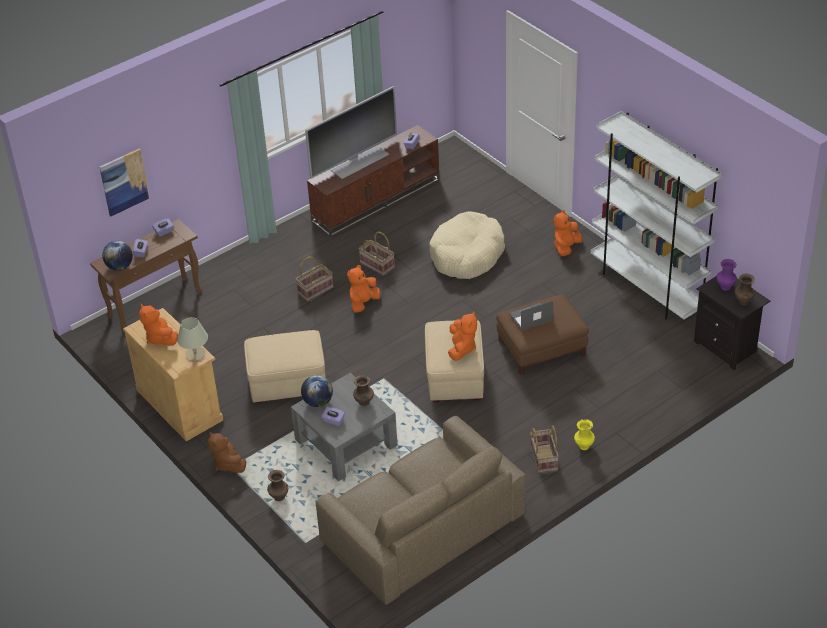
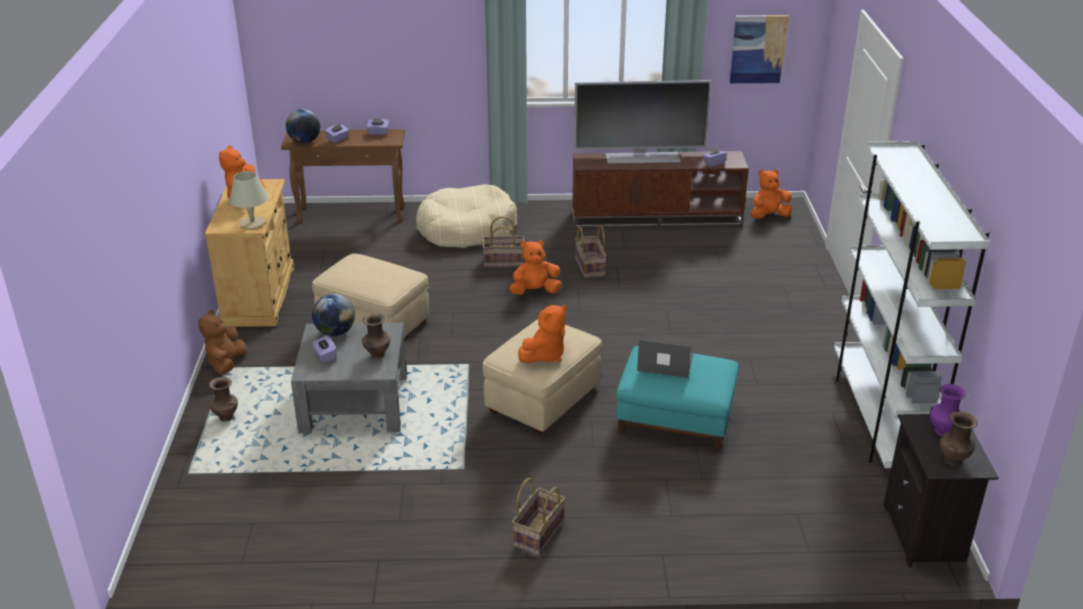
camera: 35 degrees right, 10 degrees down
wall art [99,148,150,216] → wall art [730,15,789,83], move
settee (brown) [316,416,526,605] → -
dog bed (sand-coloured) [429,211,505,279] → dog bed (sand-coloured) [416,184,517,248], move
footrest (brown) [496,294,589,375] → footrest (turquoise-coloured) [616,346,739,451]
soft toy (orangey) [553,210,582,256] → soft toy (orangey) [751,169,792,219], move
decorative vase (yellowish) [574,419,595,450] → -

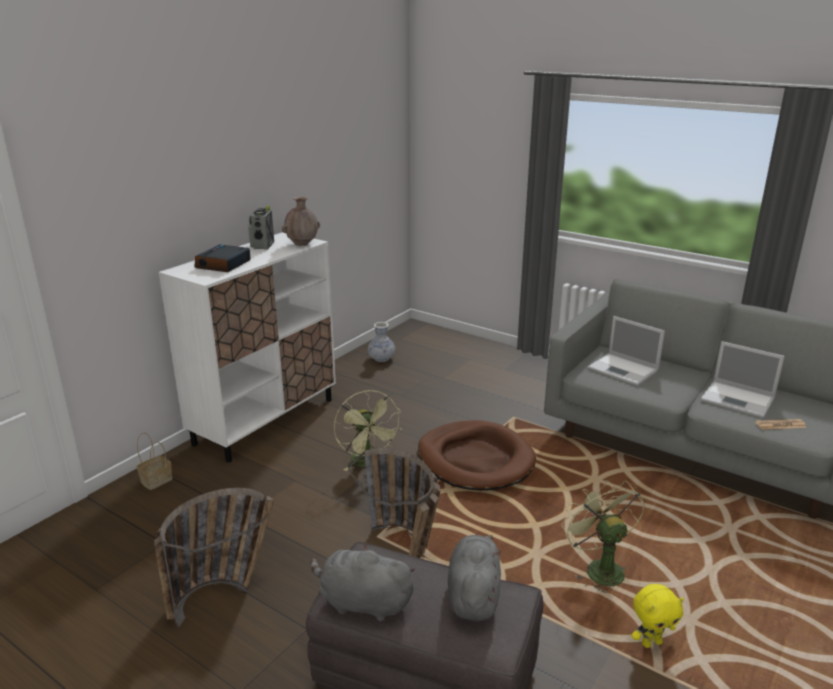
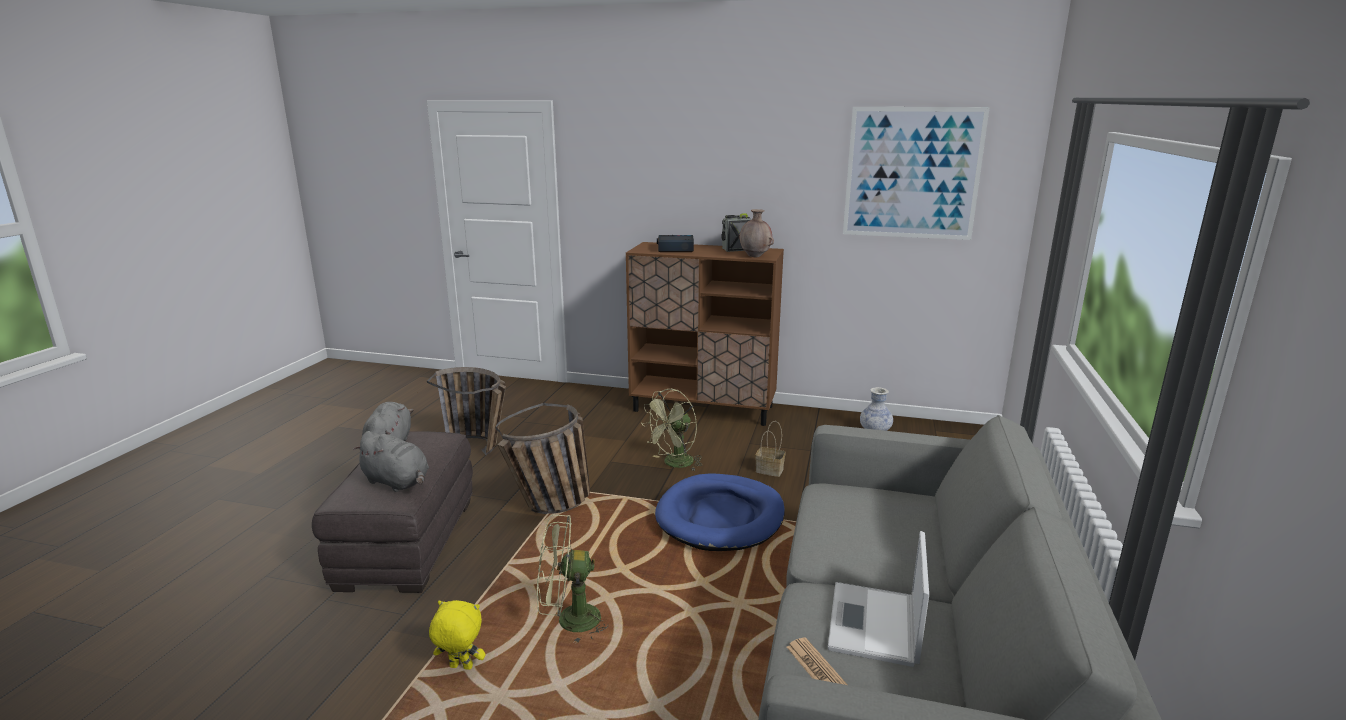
camera: 70 degrees right, 5 degrees down
basket [136,433,173,490] → basket [755,421,786,477], move
cupboard (white-coloured) [158,232,336,463] → cupboard (brown) [626,242,784,426]
dog bed (brown) [418,420,536,491] → dog bed (bluish) [655,473,785,551]
soft toy (gray) [448,535,501,621] → soft toy (gray) [353,431,429,492], 45 degrees clockwise
electric fan (green) [561,480,645,593] → electric fan (green) [537,515,608,644], 150 degrees counterclockwise
laptop [588,316,665,386] → -
soft toy (yellowish) [631,584,684,648] → soft toy (yellowish) [429,600,485,670], 135 degrees clockwise
- → wall art [843,107,990,240]

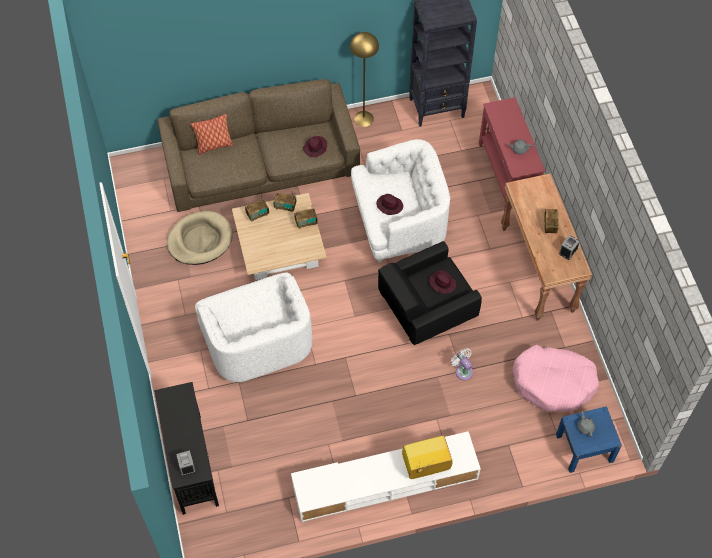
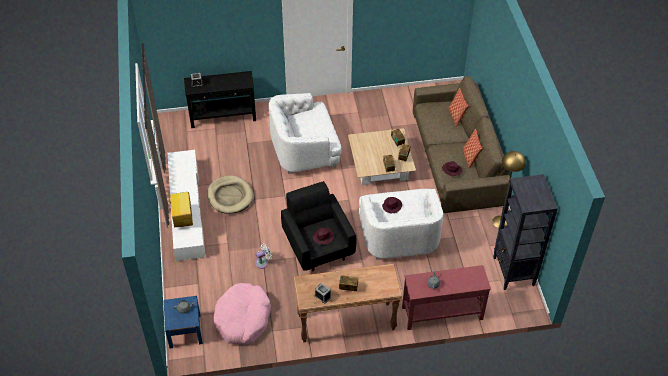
camera: 95 degrees right, 10 degrees down
dog bed (sand-coloured) [167,211,233,265] → dog bed (sand-coloured) [207,176,253,214], move
- → cushion [463,128,483,168]

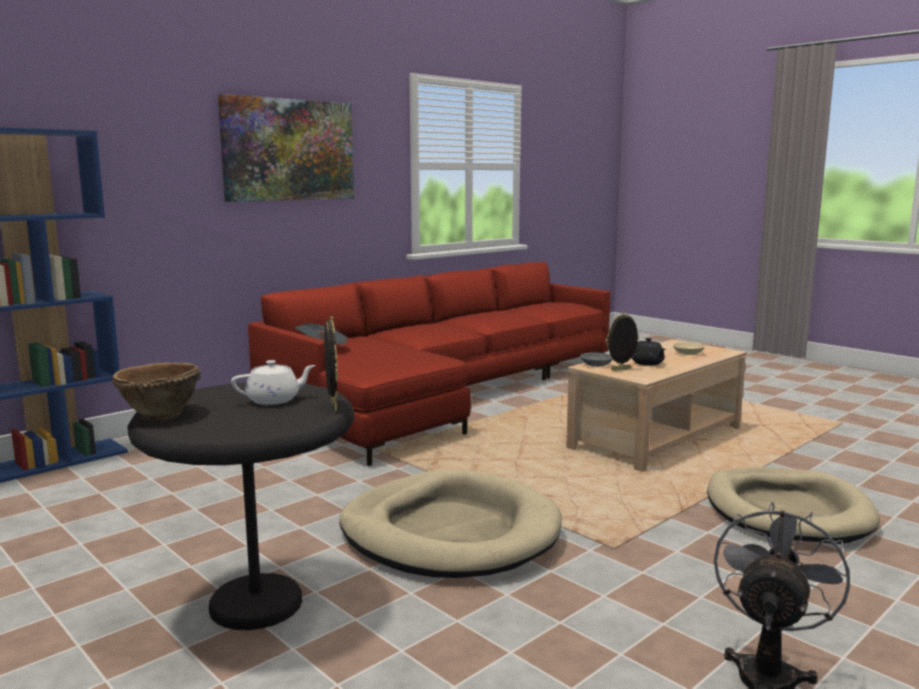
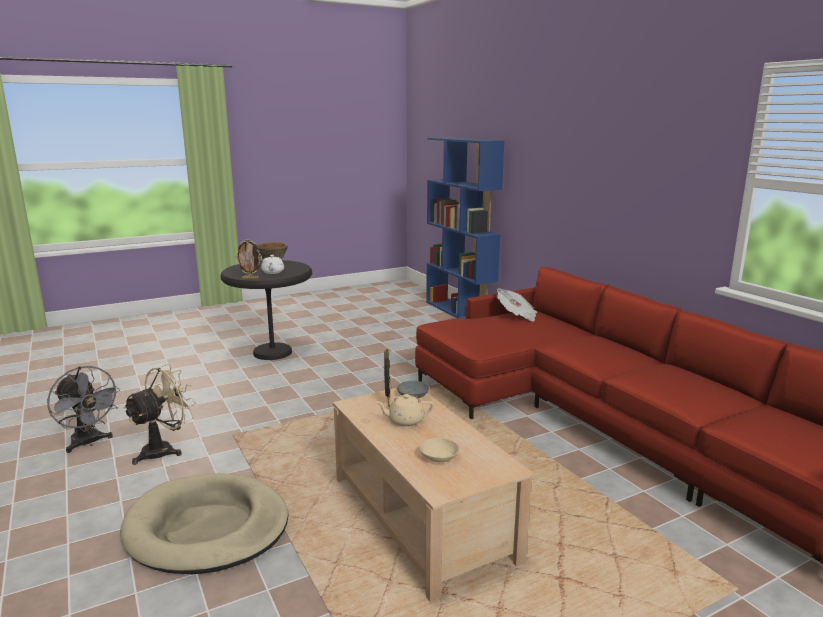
camera: 105 degrees right, 5 degrees up
wall art [218,94,354,202] → -
dog bed (sand-coloured) [339,469,562,578] → -
pot for tea (black) [631,338,666,366] → pot for tea (sand-coloured) [375,394,434,427]
- → electric fan (sand-coloured) [123,364,196,465]

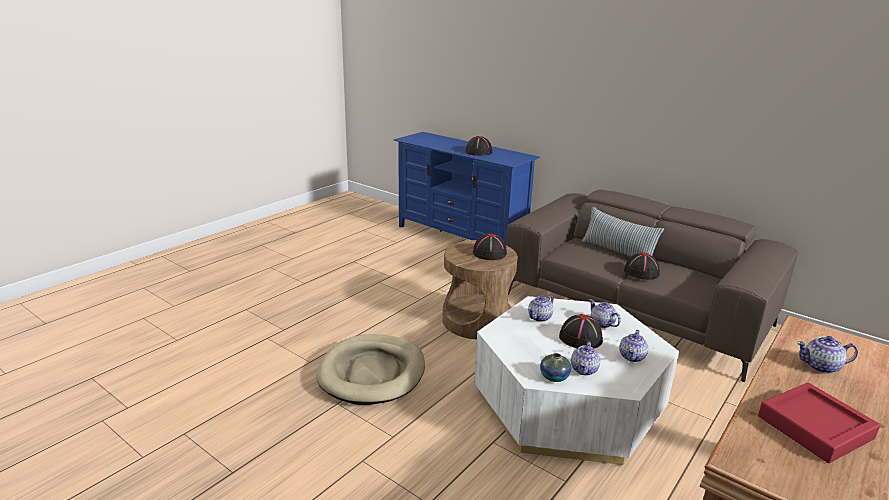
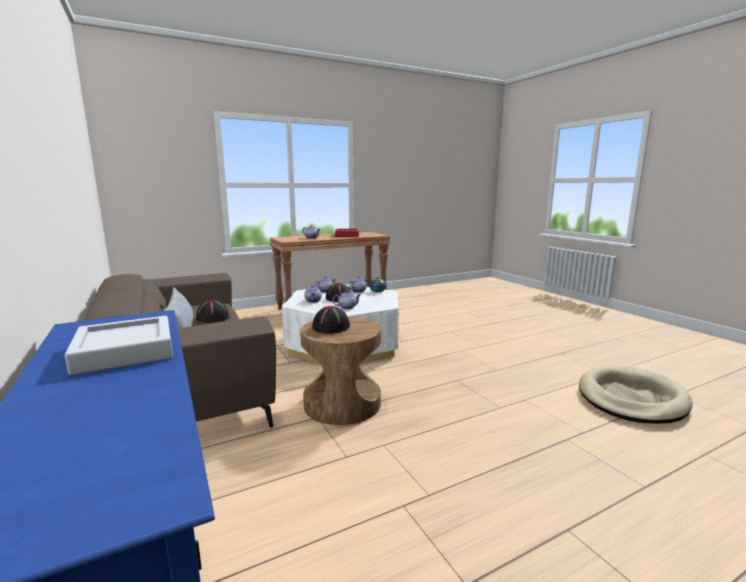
camera: 155 degrees left, 10 degrees down
dog bed (sand-coloured) [316,334,425,405] → dog bed (sand-coloured) [579,365,693,424], move
clothing hat (black) [465,136,493,156] → carrying tray (gray) [65,316,173,375]

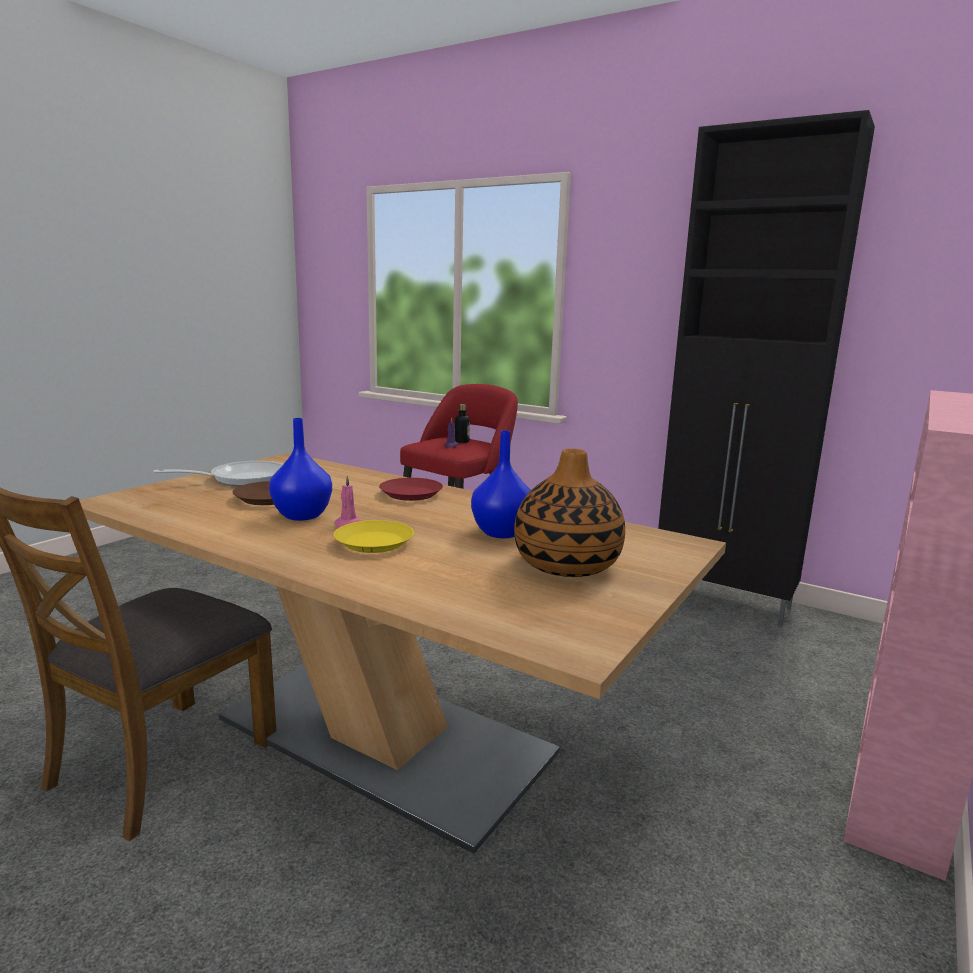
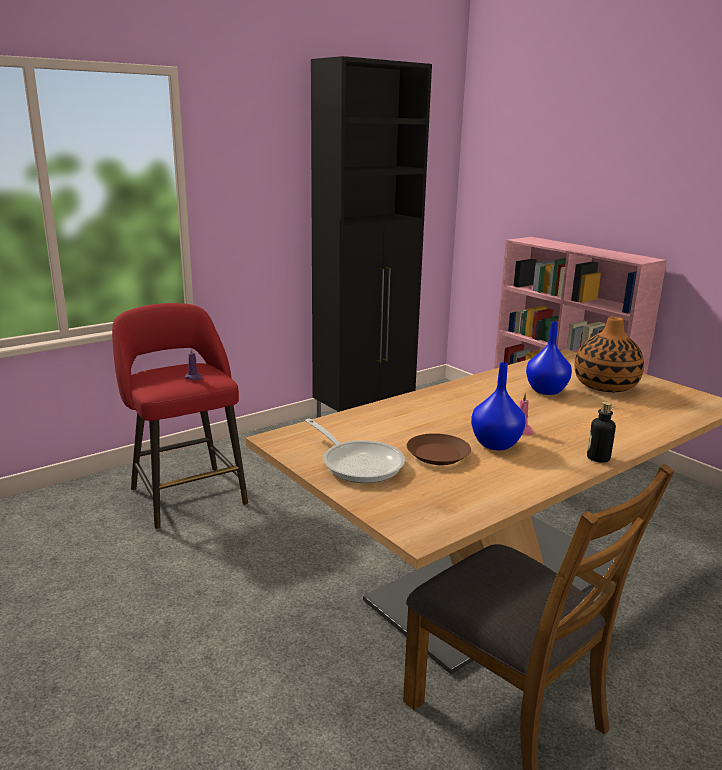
camera: 70 degrees left, 5 degrees up
pan [153,461,283,486] → pan [305,419,405,483], 150 degrees clockwise
plate (yellowish) [334,520,414,553] → -
plate (reddish) [379,478,443,501] → -
bottle [455,404,470,443] → bottle [587,402,616,463], move

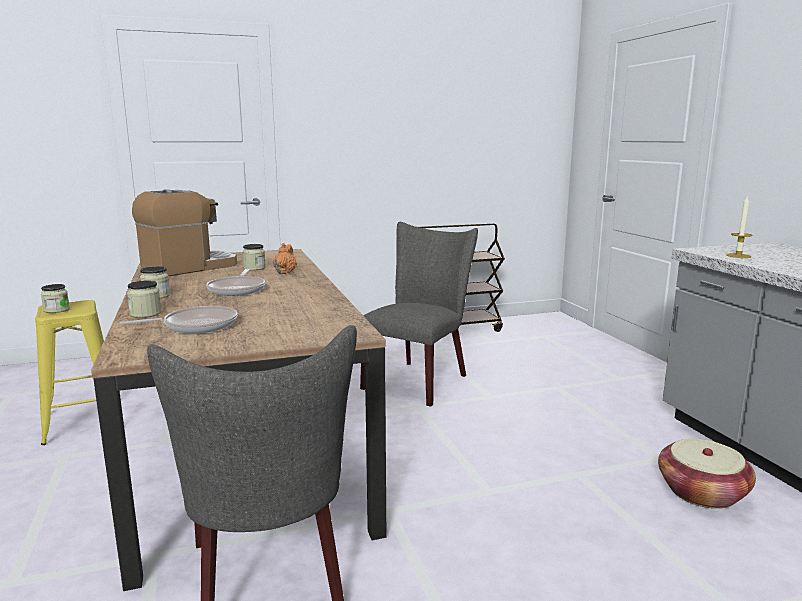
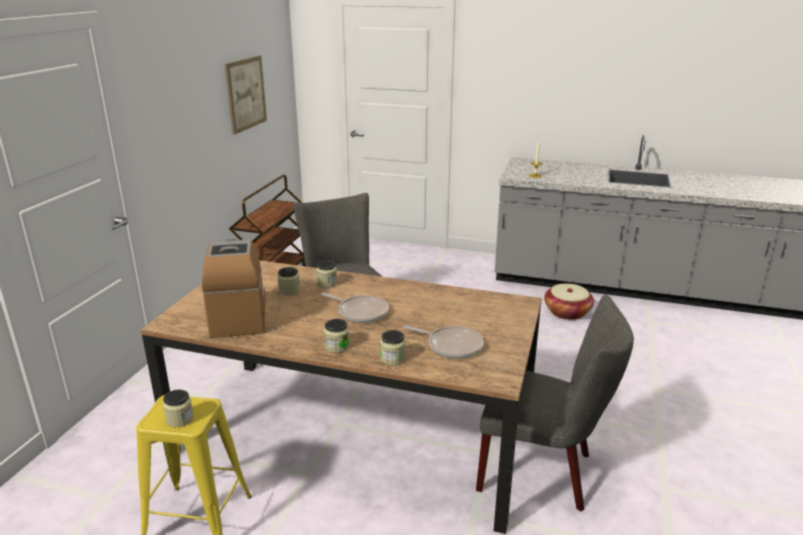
camera: 55 degrees left, 10 degrees up
pan [120,306,238,333] → pan [403,325,484,359], 105 degrees clockwise
pot for tea (orangey) [273,243,297,274] → storage jar [316,260,337,288]
- → wall art [225,56,267,135]

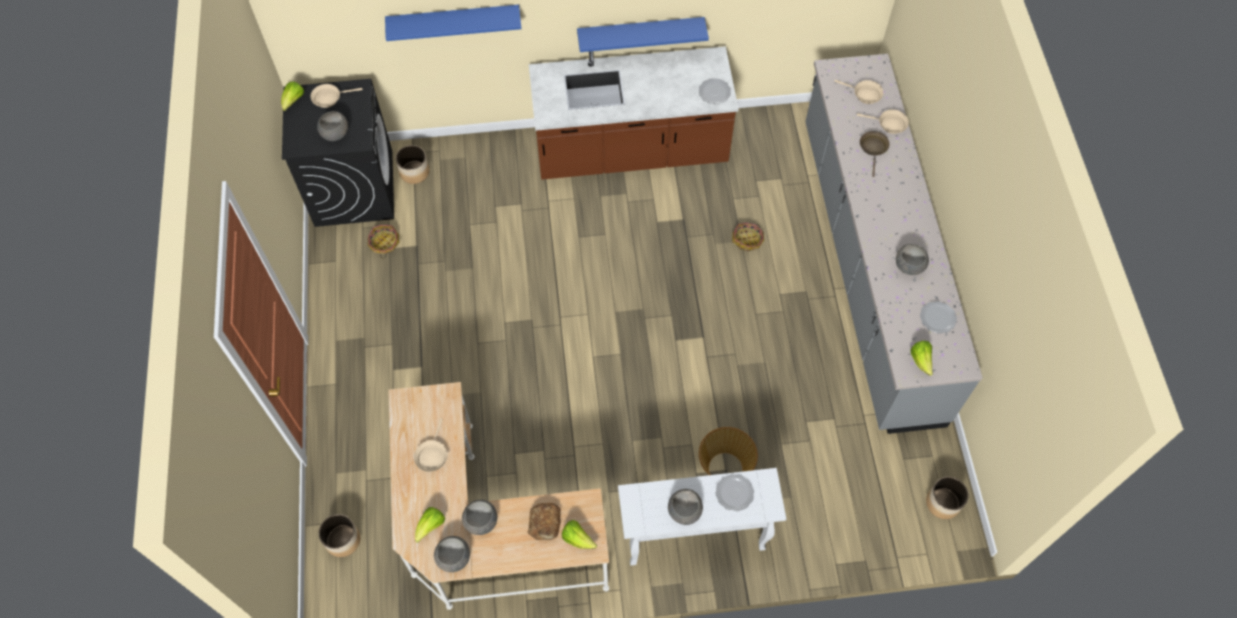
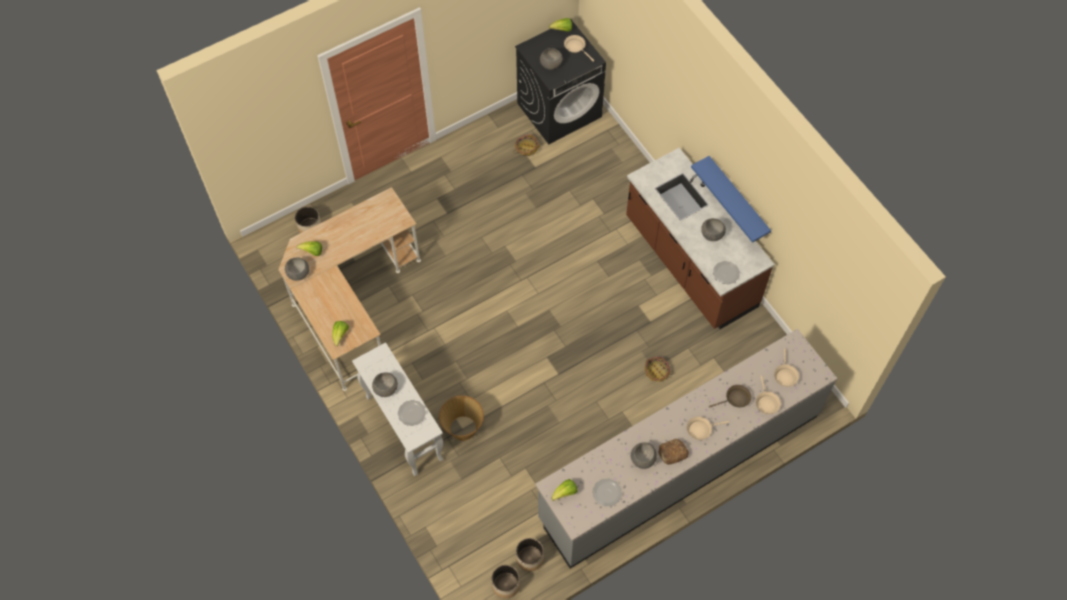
camera: 65 degrees right, 0 degrees up
bracket shelf (bluish) [385,5,521,41] → -
planter [396,145,429,184] → planter [516,538,544,571], move
pan (sand-coloured) [414,419,448,472] → pan (sand-coloured) [686,417,729,440], move
bowl (gray) [462,500,497,535] → bowl (gray) [701,218,726,241], move
bakery bread [528,503,561,540] → bakery bread [658,439,689,465], move

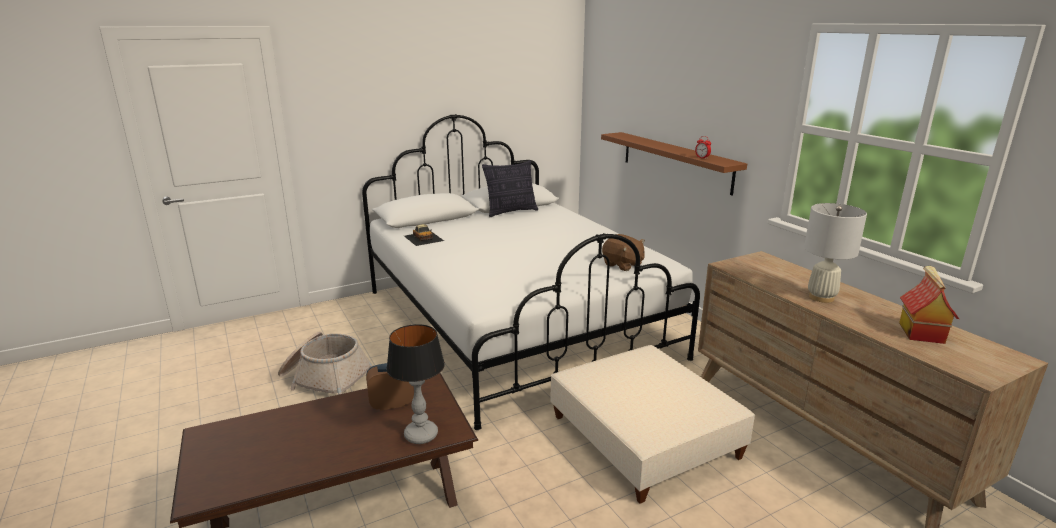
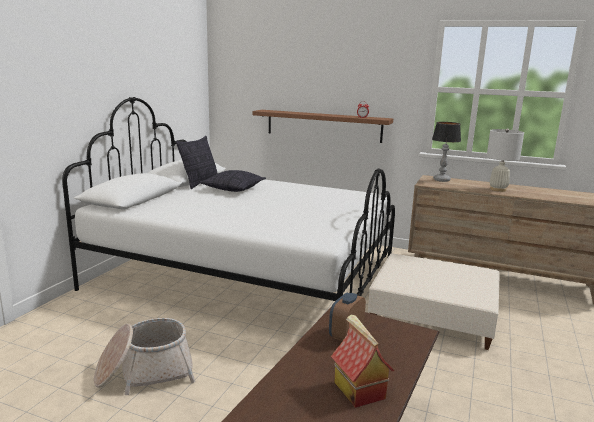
camera: 40 degrees left, 5 degrees down
lamp for a table [386,324,445,444] → lamp for a table [432,122,461,182], move
toy car [404,224,444,246] → -
soft toy (brown) [602,234,645,271] → -
model house [899,266,959,344] → model house [331,315,394,408], move
- → cushion [199,170,266,192]

